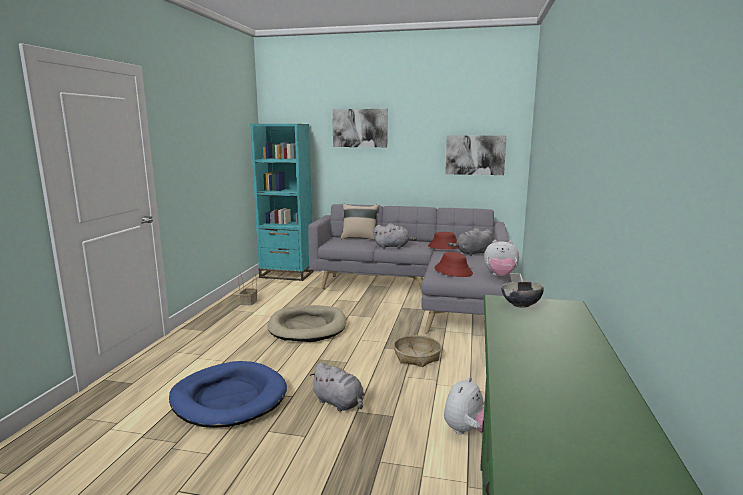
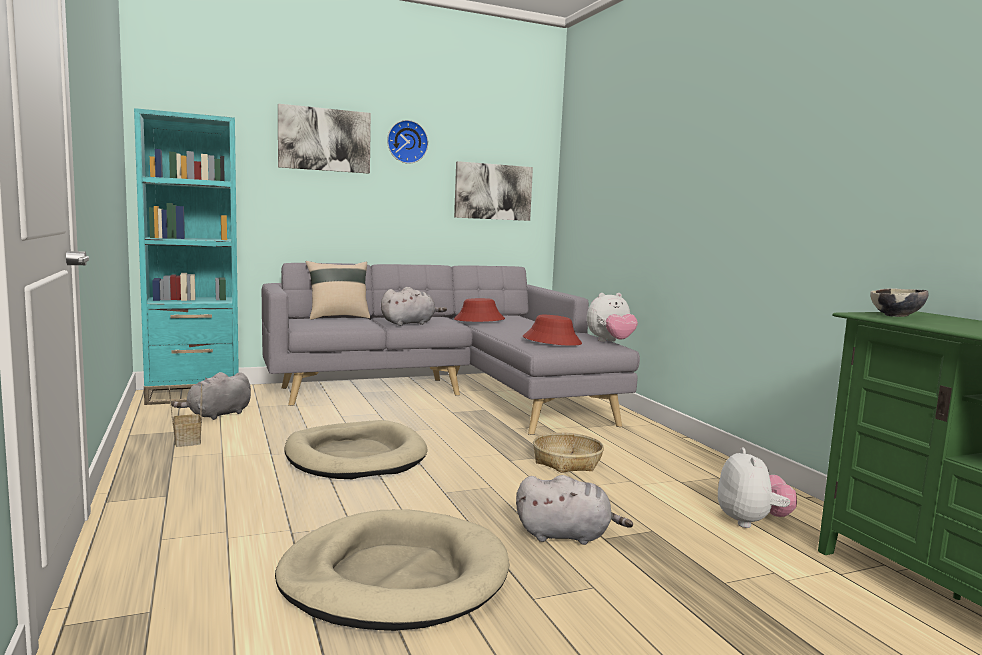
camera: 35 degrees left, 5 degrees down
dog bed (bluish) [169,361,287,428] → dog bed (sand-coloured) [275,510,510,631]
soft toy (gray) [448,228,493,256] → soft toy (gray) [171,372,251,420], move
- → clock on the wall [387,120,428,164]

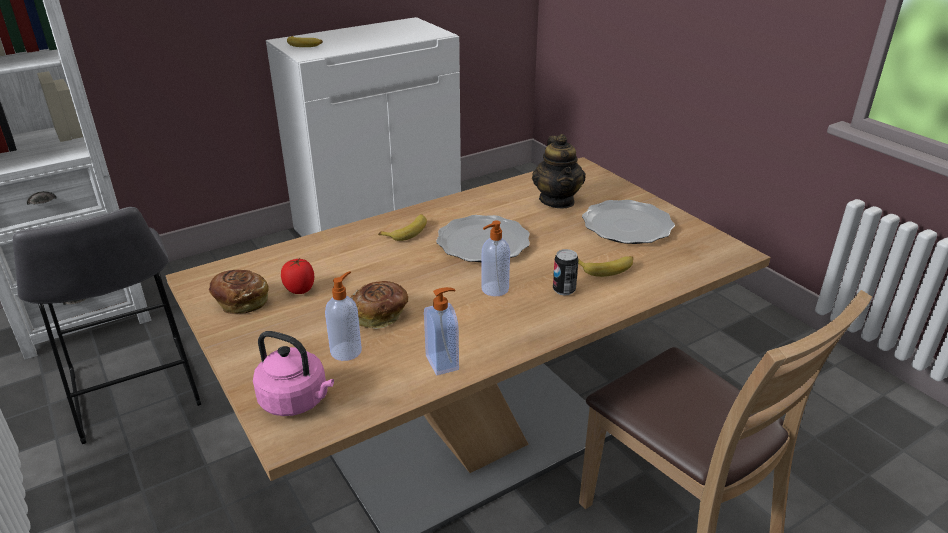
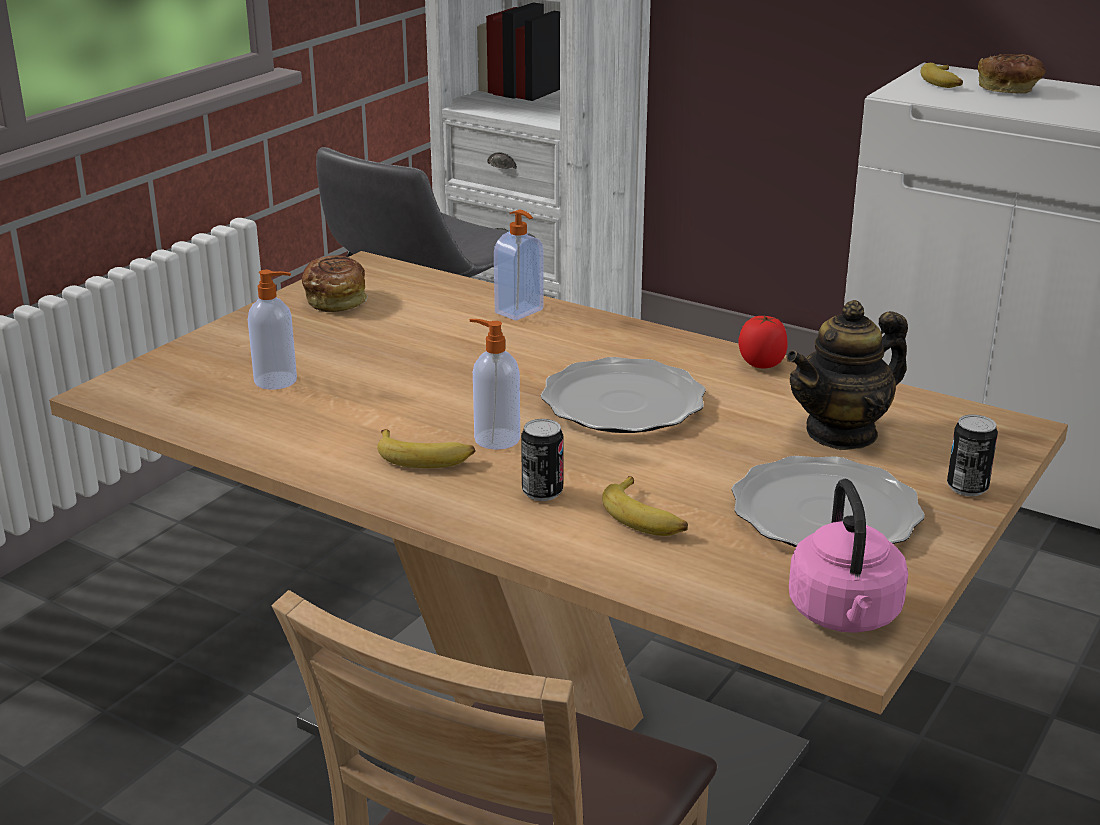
camera: 65 degrees right, 5 degrees down
kettle (pink-coloured) [253,331,334,416] → kettle (pink-coloured) [789,479,908,633], move
whole tomato [281,258,314,294] → whole tomato [738,315,788,368], move
bakery bread [351,281,408,329] → bakery bread [978,54,1046,94], move
banana [378,214,427,241] → banana [377,429,475,468], move
liquid soap bottle [424,287,459,375] → liquid soap bottle [494,210,544,321], move
- → metal can [947,415,998,496]

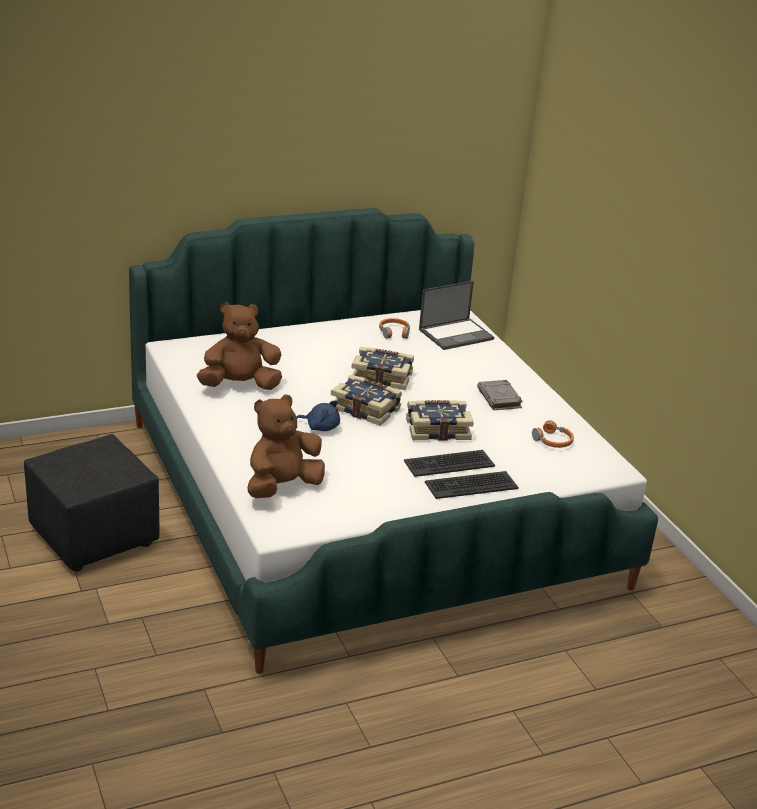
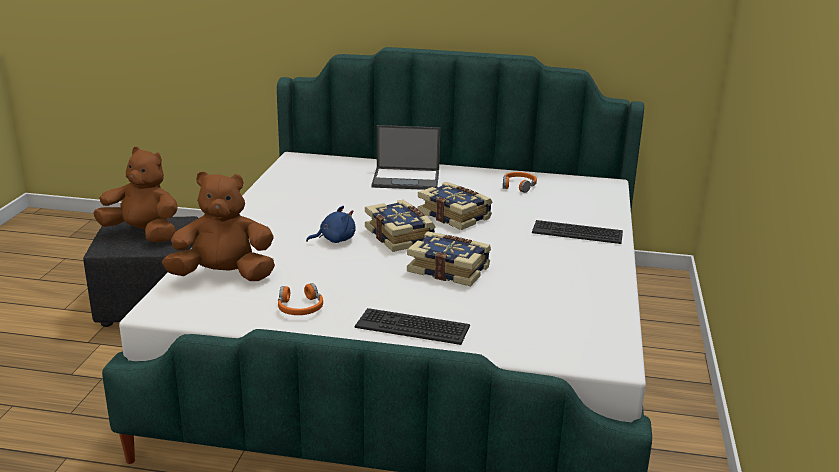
camera: 35 degrees right, 5 degrees down
soft toy (brown) [197,302,282,390] → soft toy (brown) [93,147,178,243], move
soft toy (bluish) [296,400,340,431] → soft toy (bluish) [306,206,356,243], 75 degrees counterclockwise
computer keyboard [404,450,495,477] → computer keyboard [532,220,623,244], move
laptop [419,281,494,350] → laptop [372,125,440,190], move
book (gray) [477,380,523,410] → -
headset (orangey) [532,420,574,448] → headset (orangey) [278,283,323,315], move

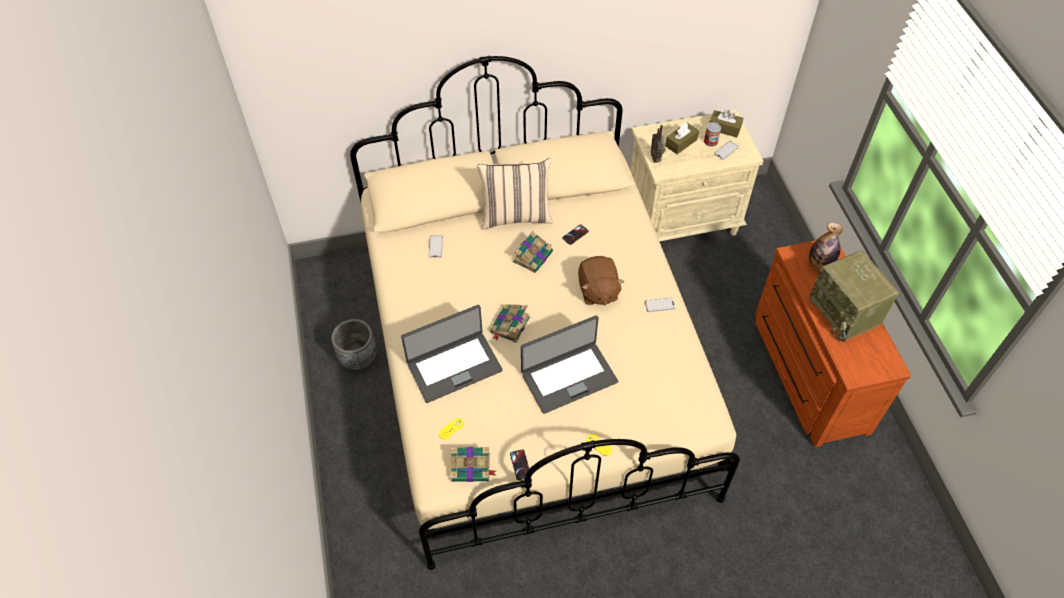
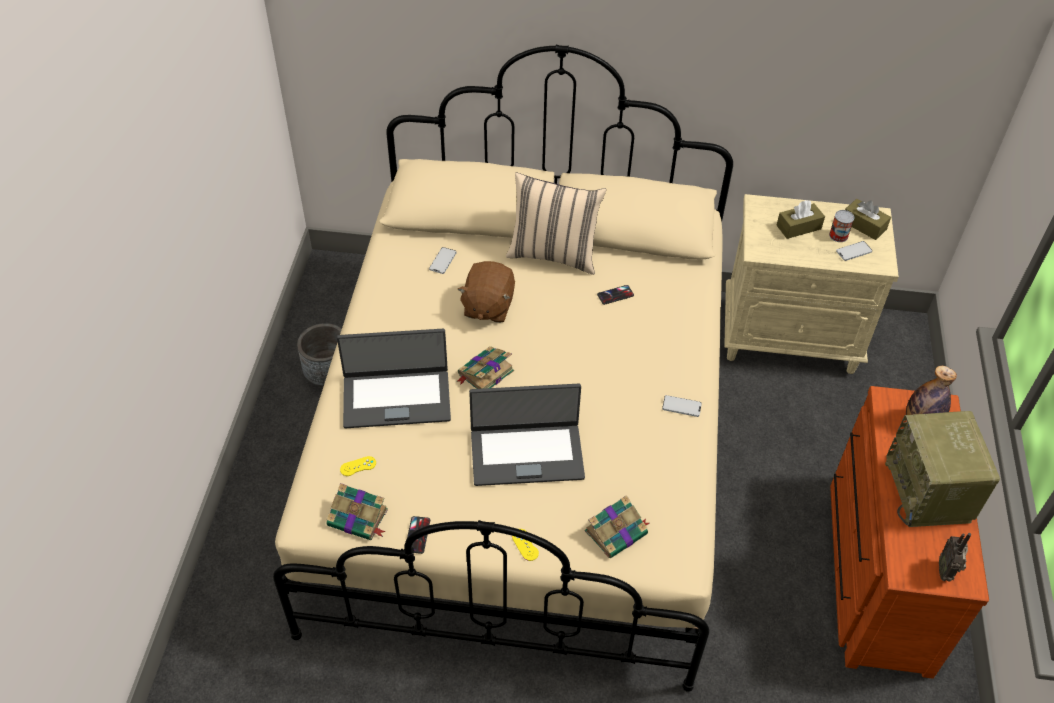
camera: 20 degrees right, 5 degrees down
book [513,231,553,273] → book [585,495,650,558], move
soft toy (brown) [578,256,624,305] → soft toy (brown) [457,261,515,323], move
radio set [651,125,666,163] → radio set [939,533,971,582], move

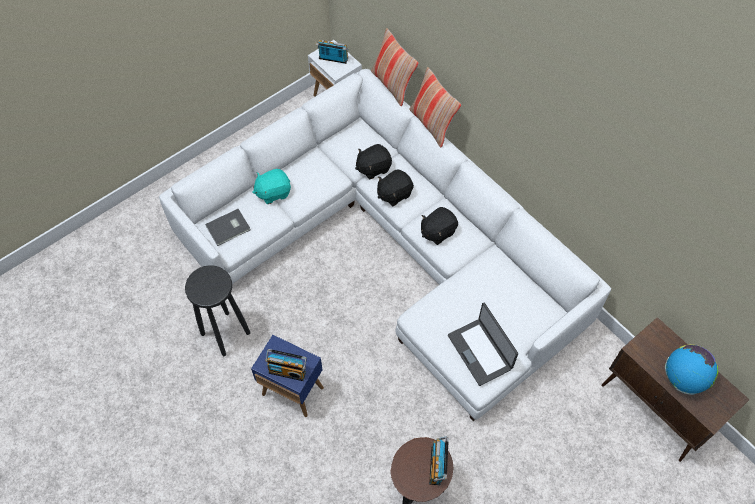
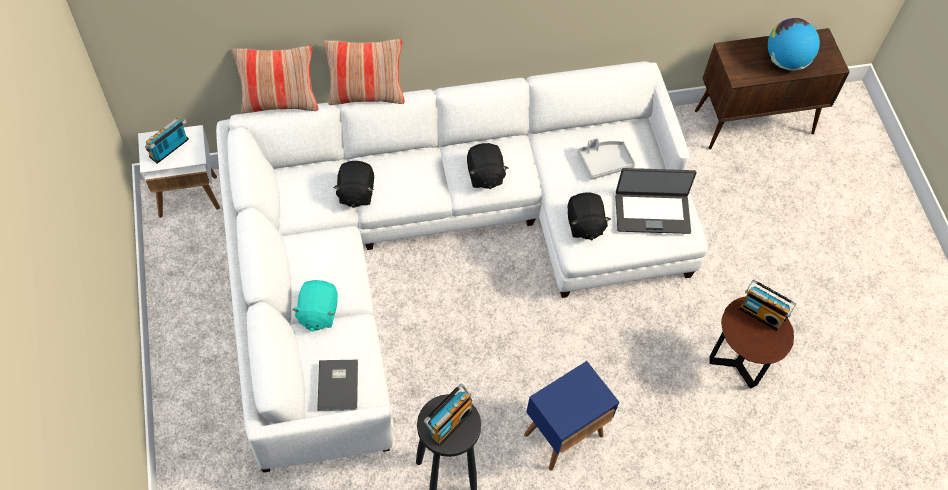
camera: 65 degrees left, 0 degrees up
radio set [265,349,307,381] → radio set [424,384,473,446], move
soft toy (black) [377,169,414,206] → soft toy (black) [568,193,611,240], move
- → carrying tray (gray) [578,138,636,180]

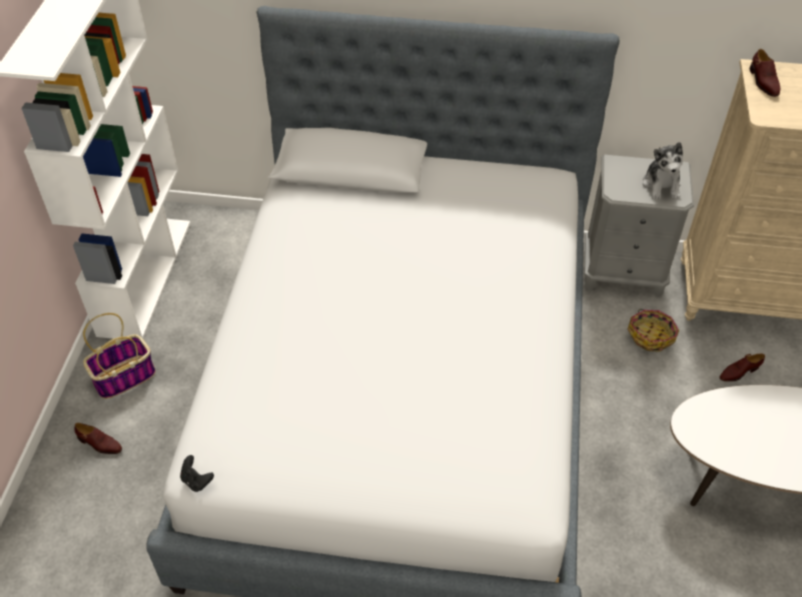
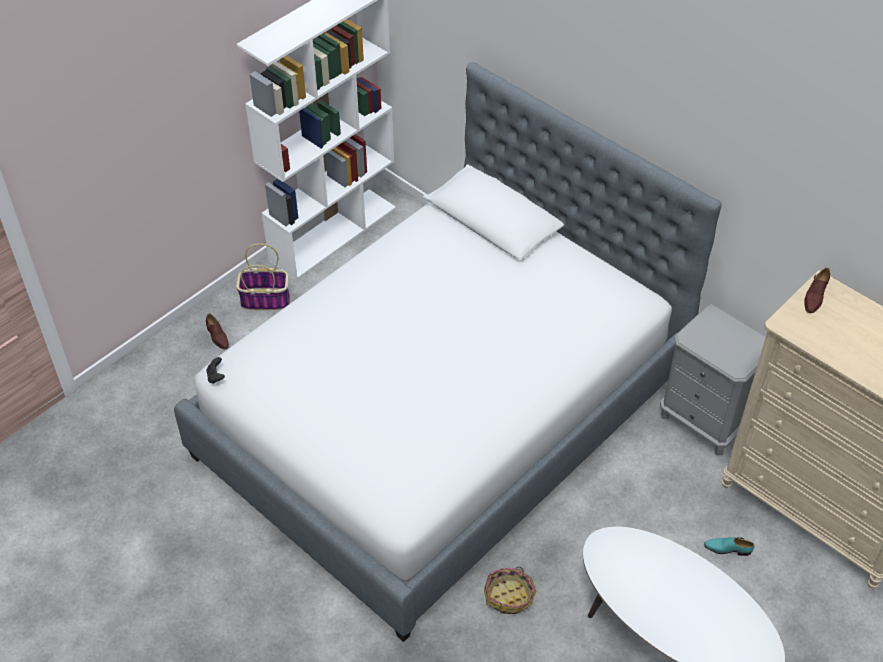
camera: 35 degrees right, 0 degrees up
basket [628,309,679,352] → basket [484,567,537,614], move
soft toy [643,142,683,200] → -
item of footwear (brown) [719,353,765,382] → item of footwear (turquoise-coloured) [704,537,754,556]

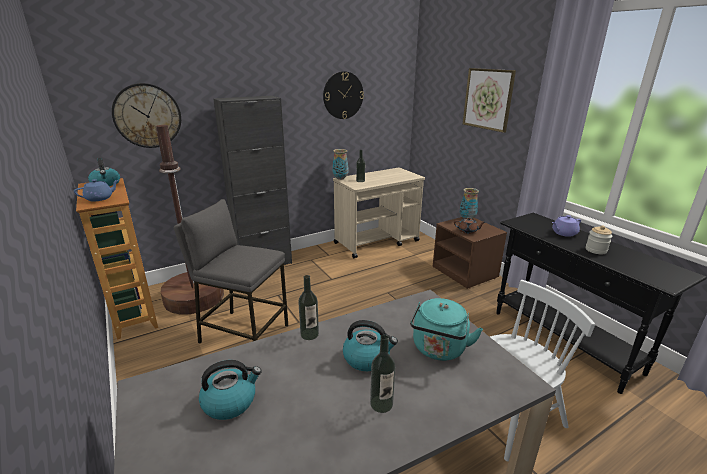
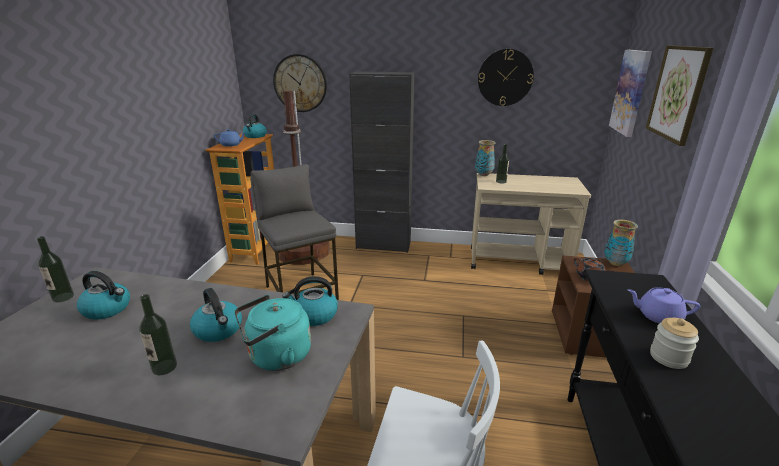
camera: 40 degrees right, 0 degrees up
bottle [298,275,319,340] → bottle [37,236,74,302], move
- → kettle [282,276,338,326]
- → wall art [609,50,652,137]

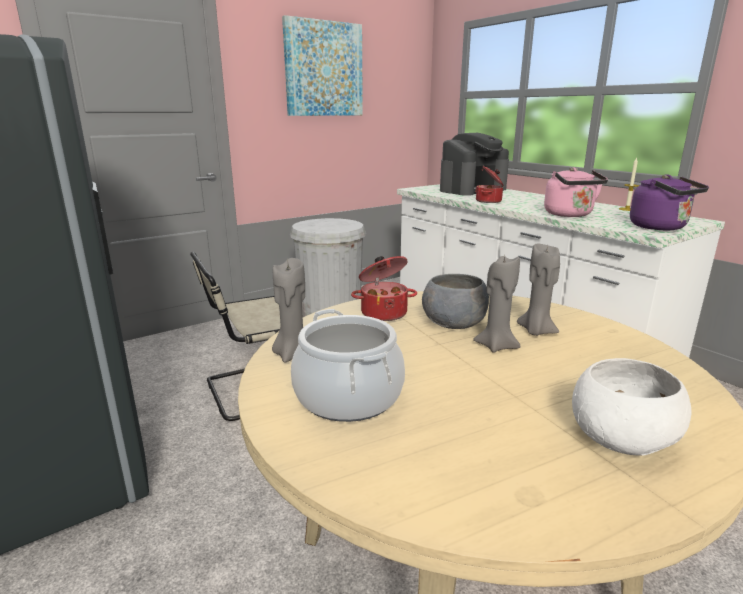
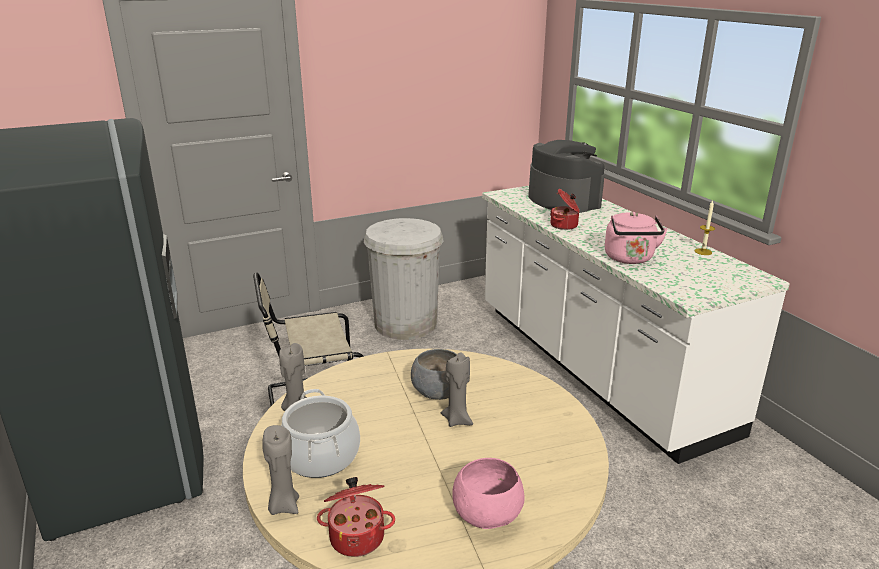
camera: 10 degrees right, 5 degrees up
wall art [282,15,363,116] → -
cooking pot [351,256,417,321] → cooking pot [317,477,395,557], move
coffee brewer [440,133,509,196] → coffee brewer [528,140,605,213], 90 degrees counterclockwise
wax light (gray) [517,244,560,336] → wax light (gray) [262,425,299,515], move
bowl (white-coloured) [572,358,692,455] → bowl (pink-coloured) [452,458,524,529]
kettle (purple) [630,174,709,230] → -

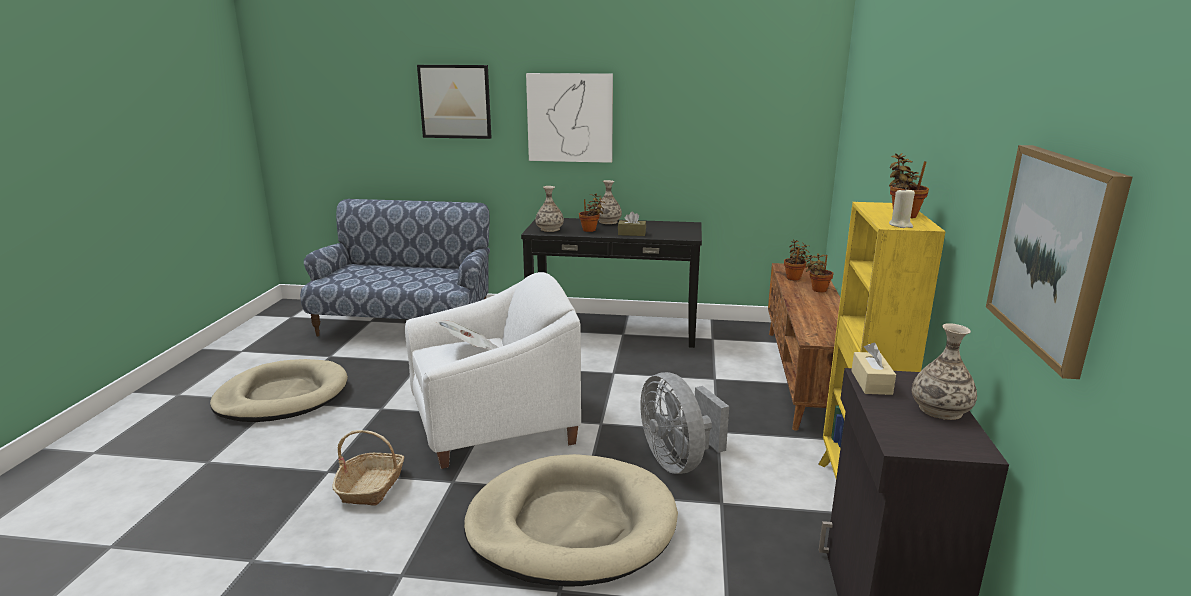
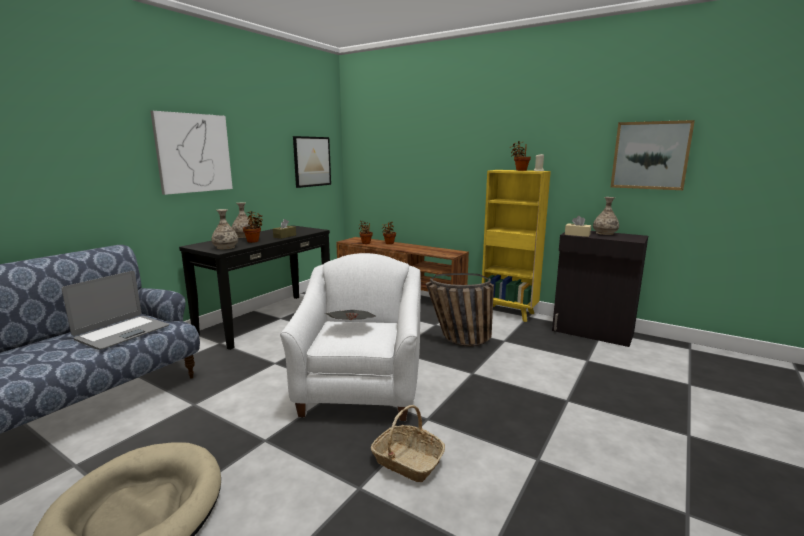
camera: 65 degrees left, 5 degrees down
wall art [417,65,492,139] → wall art [293,136,331,188], move
dog bed (sand-coloured) [464,454,678,587] → -
electric fan (gray) [640,372,729,474] → basket [426,273,494,347]
- → laptop [62,271,169,350]

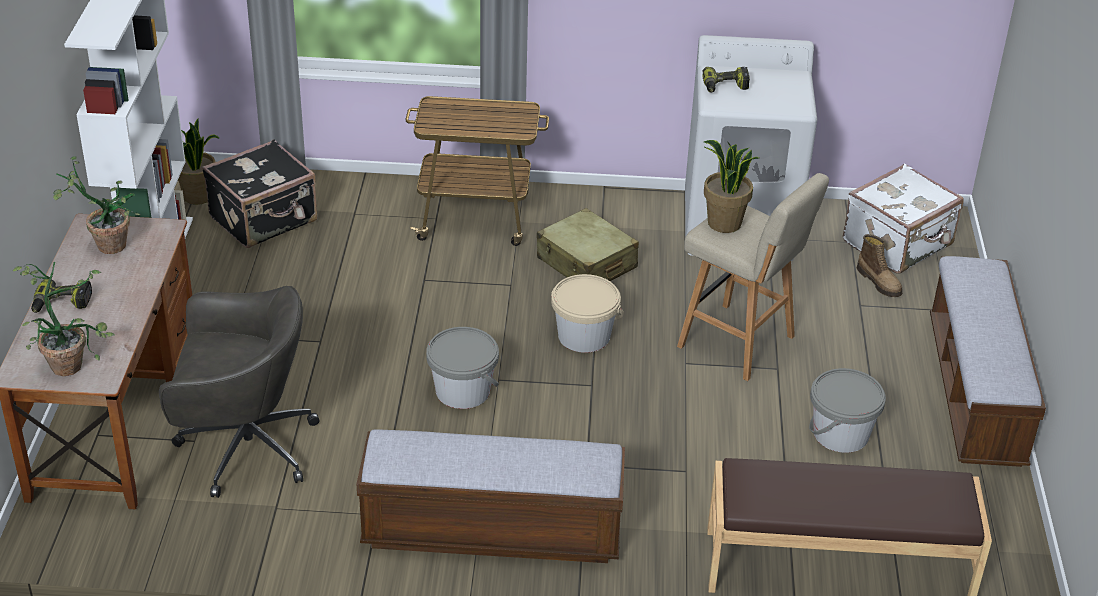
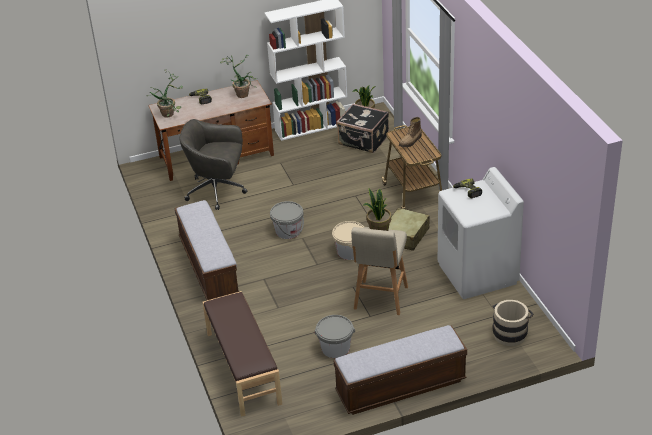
camera: 70 degrees right, 0 degrees up
computer chair (gray) [159,286,319,498] → computer chair (gray) [180,119,248,210], 120 degrees clockwise
suitcase (white-coloured) [843,164,964,273] → bucket (sand-coloured) [492,300,533,346]
high-top boot [857,234,902,297] → high-top boot [399,117,422,147], move

